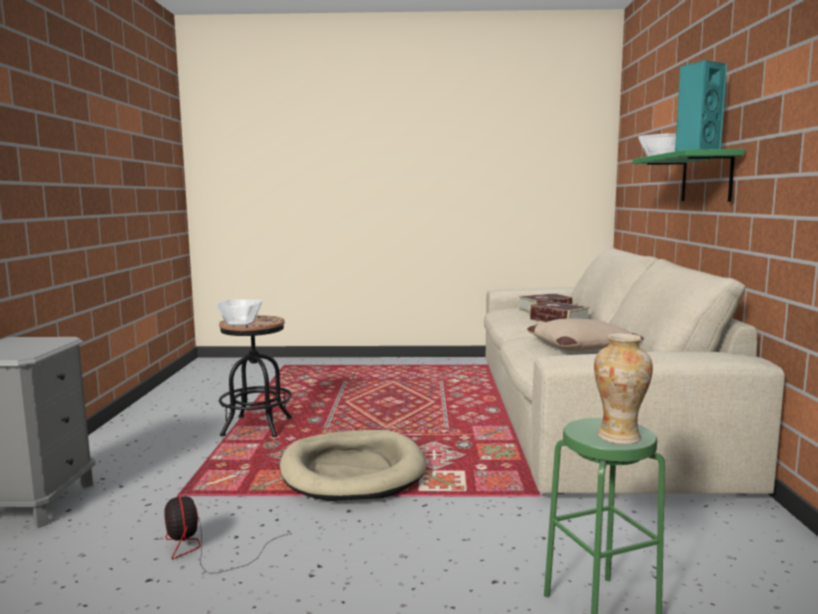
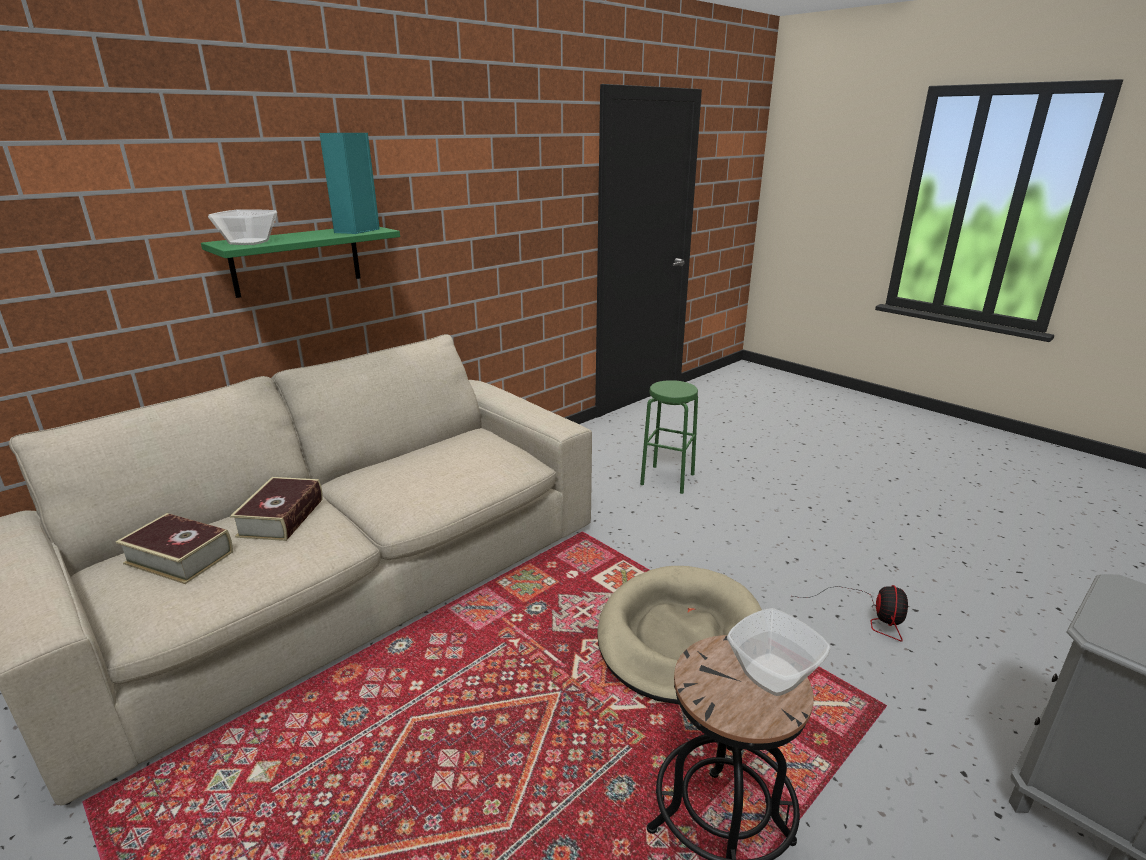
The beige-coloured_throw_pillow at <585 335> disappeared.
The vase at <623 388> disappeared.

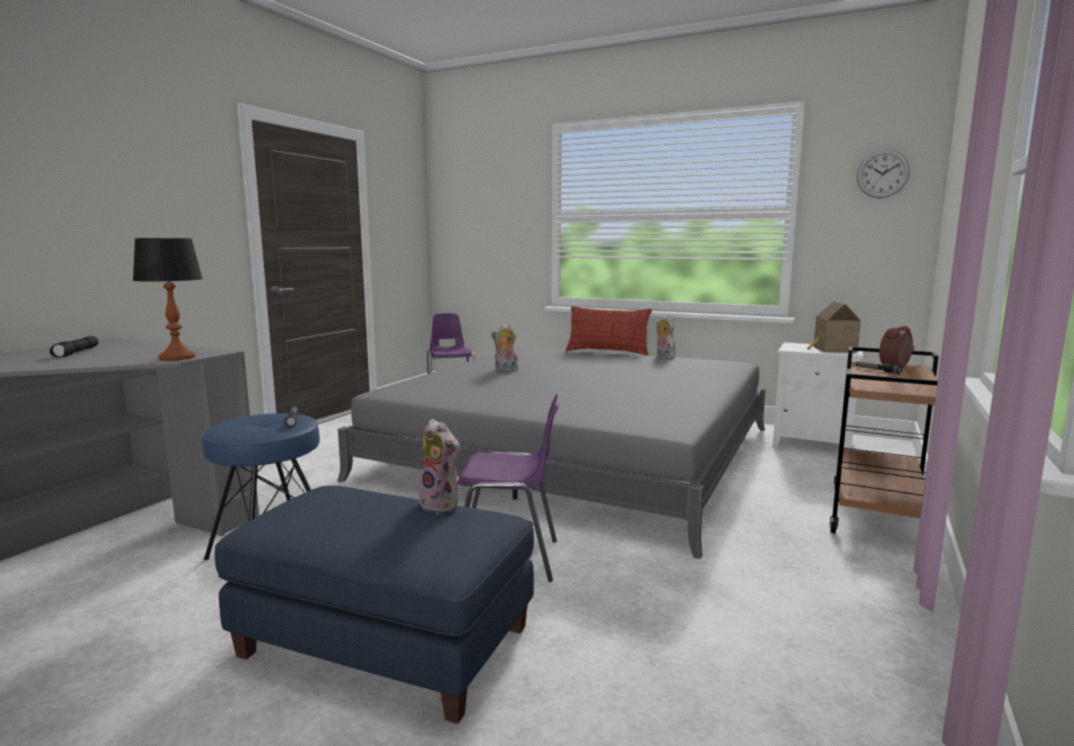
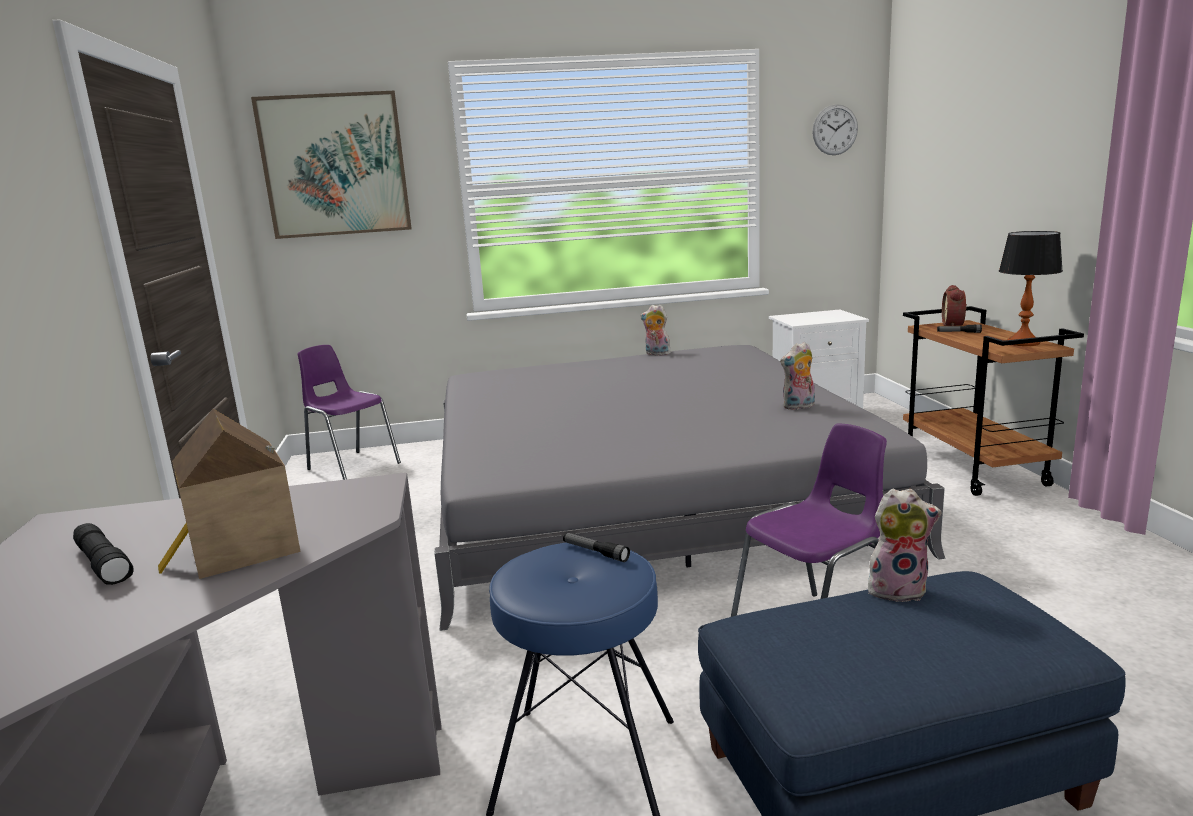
The lamp_for_a_table moved from <168 299> to <1031 288>.
The toy_house moved from <833 327> to <229 494>.
The throw_pillow at <609 330> disappeared.
The soft_toy moved from <505 347> to <797 376>.
The wall_picture at <331 165> appeared.

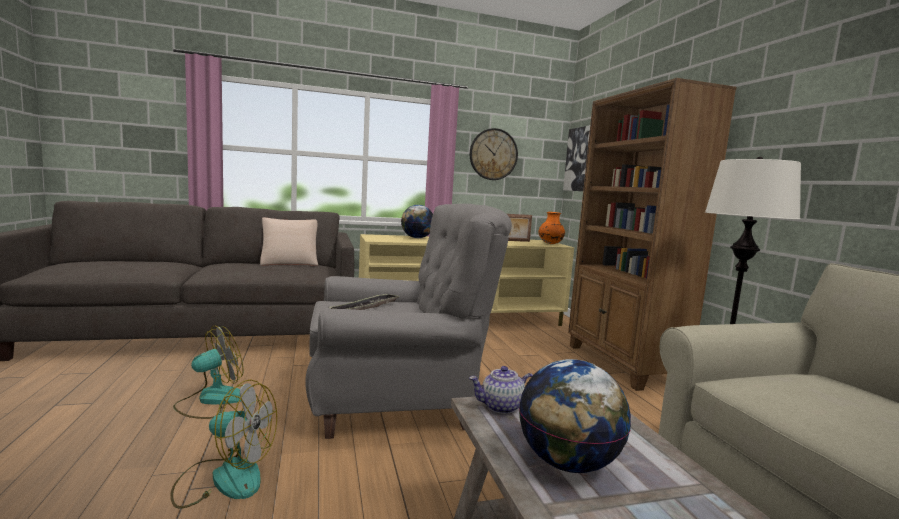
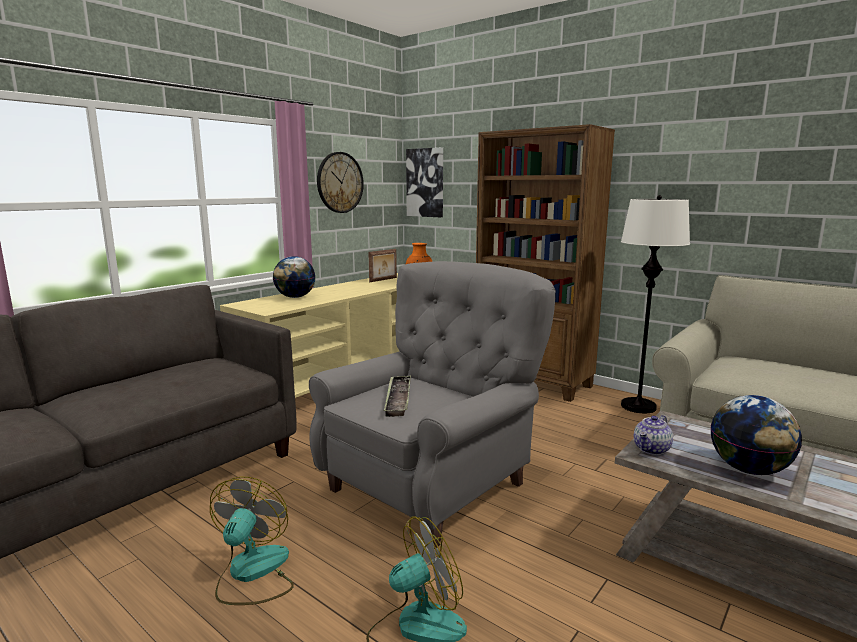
The beige-coloured_throw_pillow at <289 242> disappeared.

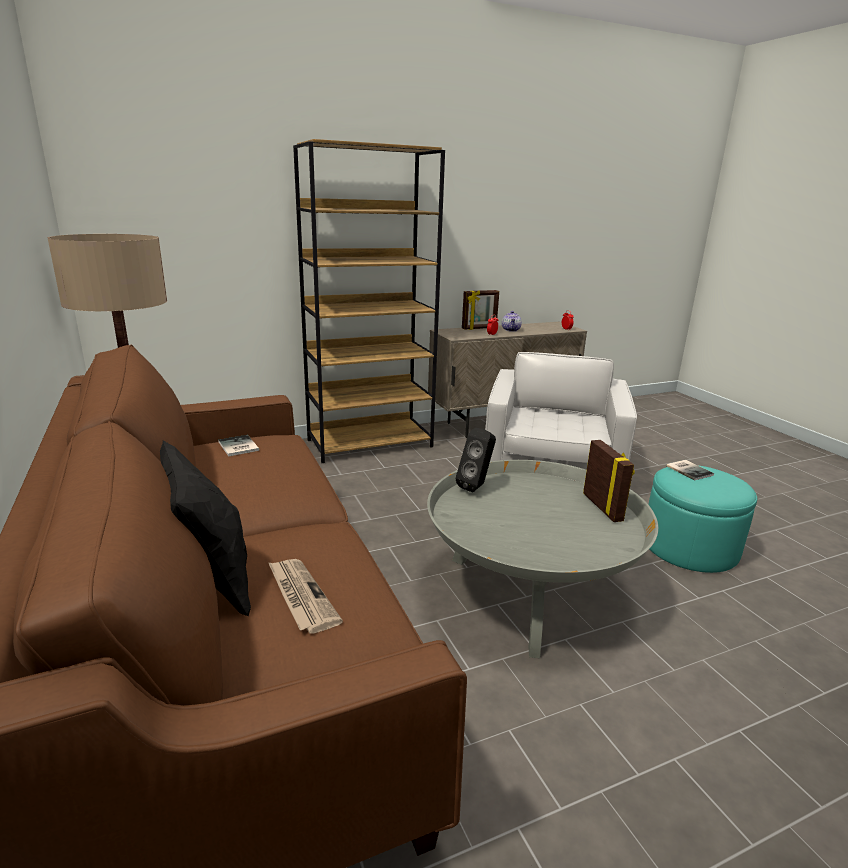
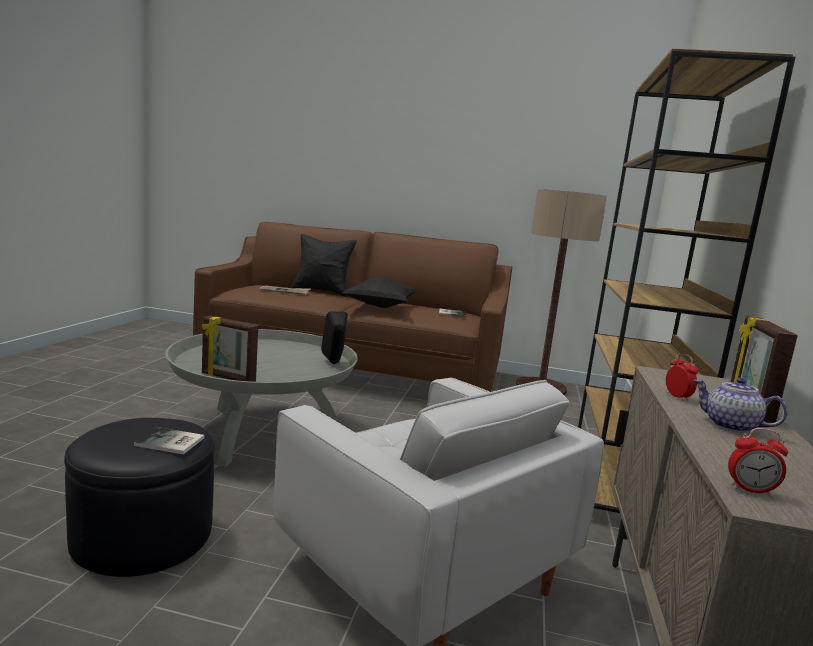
The turquoise-coloured_ottoman at <702 519> became the blackish_ottoman at <139 497>.
The blackish_throw_pillow at <379 292> appeared.

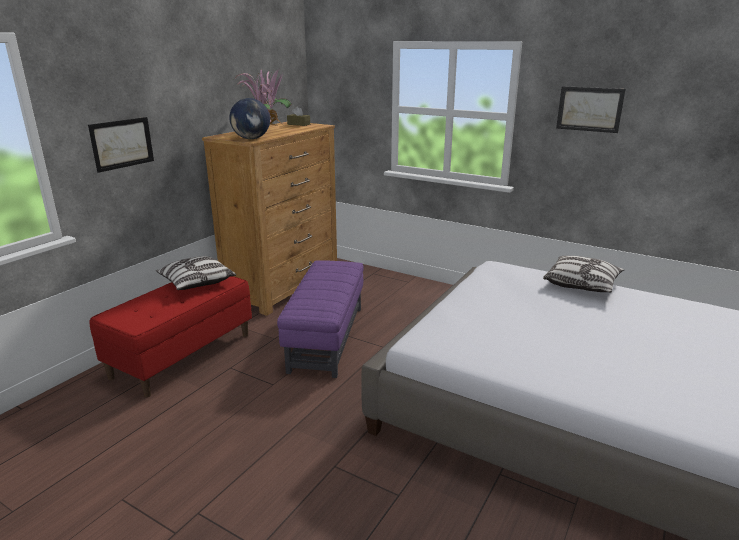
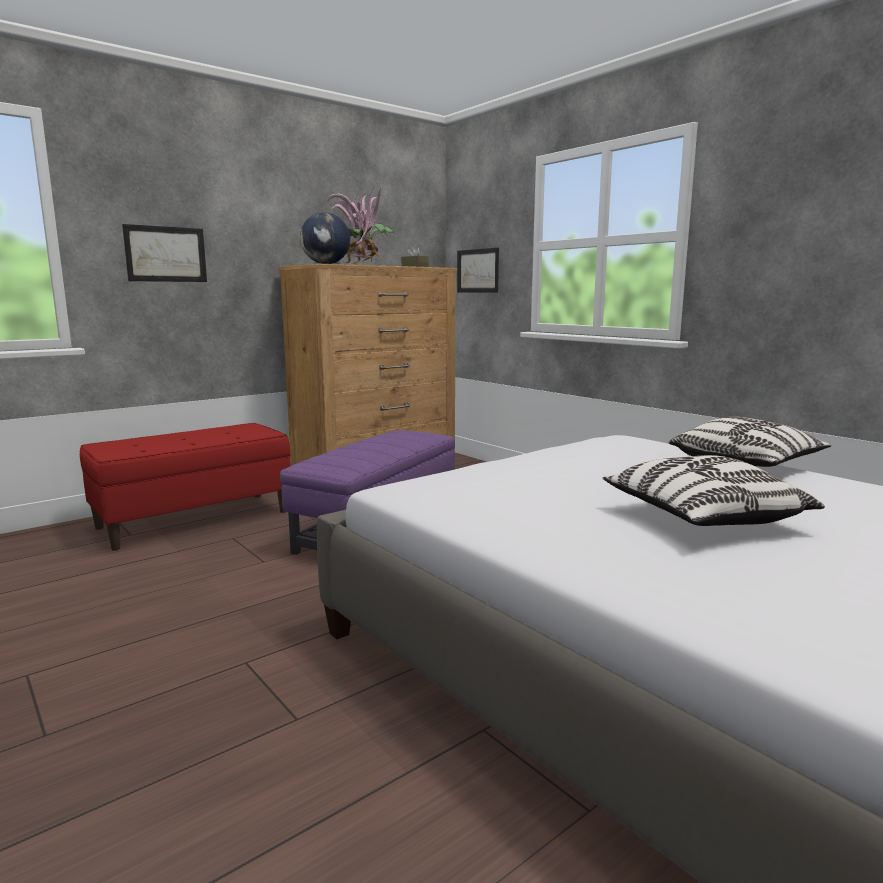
The wall_picture moved from <591 109> to <478 270>.
The throw_pillow moved from <196 273> to <714 490>.

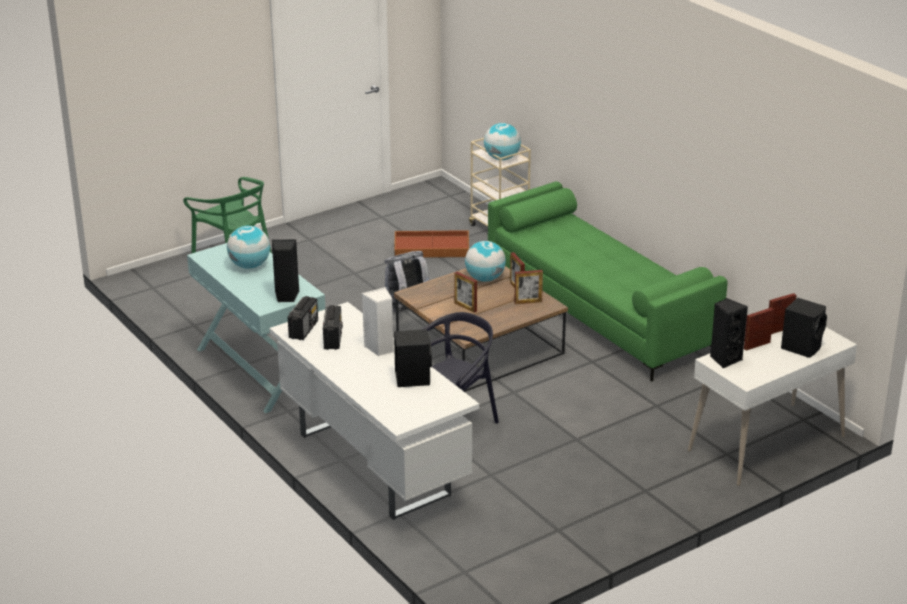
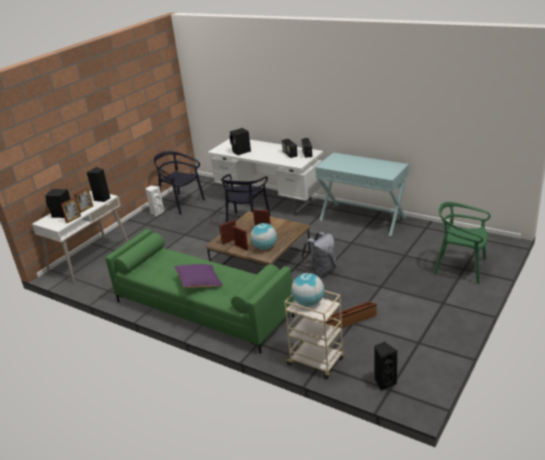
The world_globe at <248 247> disappeared.
The blackish_loudspeaker moved from <285 270> to <385 366>.
The white-coloured_loudspeaker moved from <378 322> to <155 200>.
The blackish_plain_chair at <179 183> appeared.
The purple_throw_pillow at <198 276> appeared.

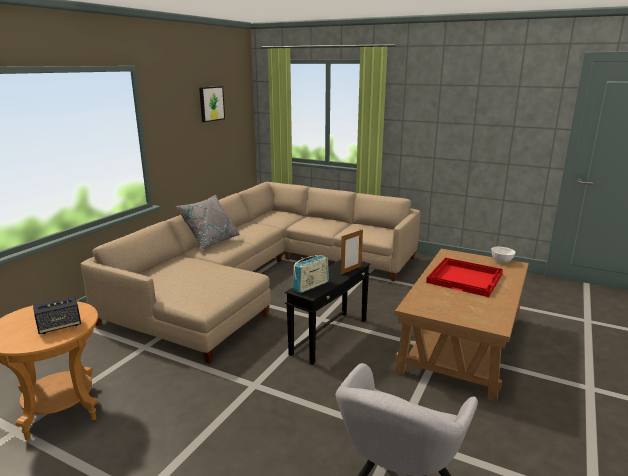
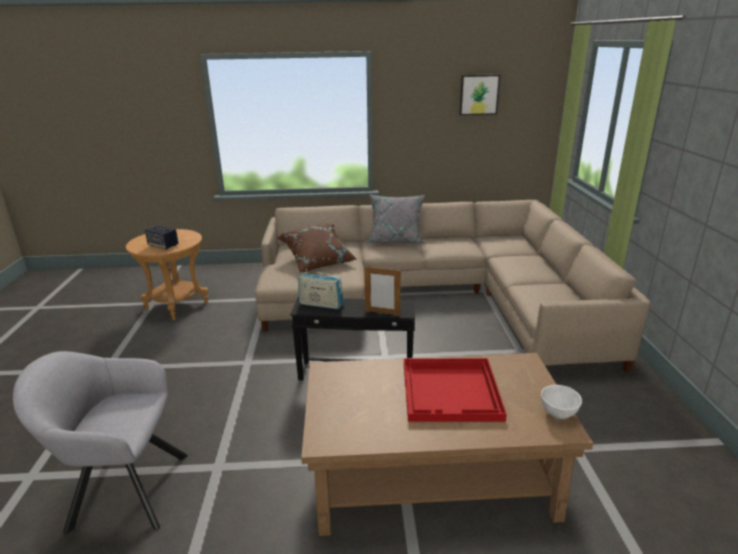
The brownish_throw_pillow at <317 248> appeared.

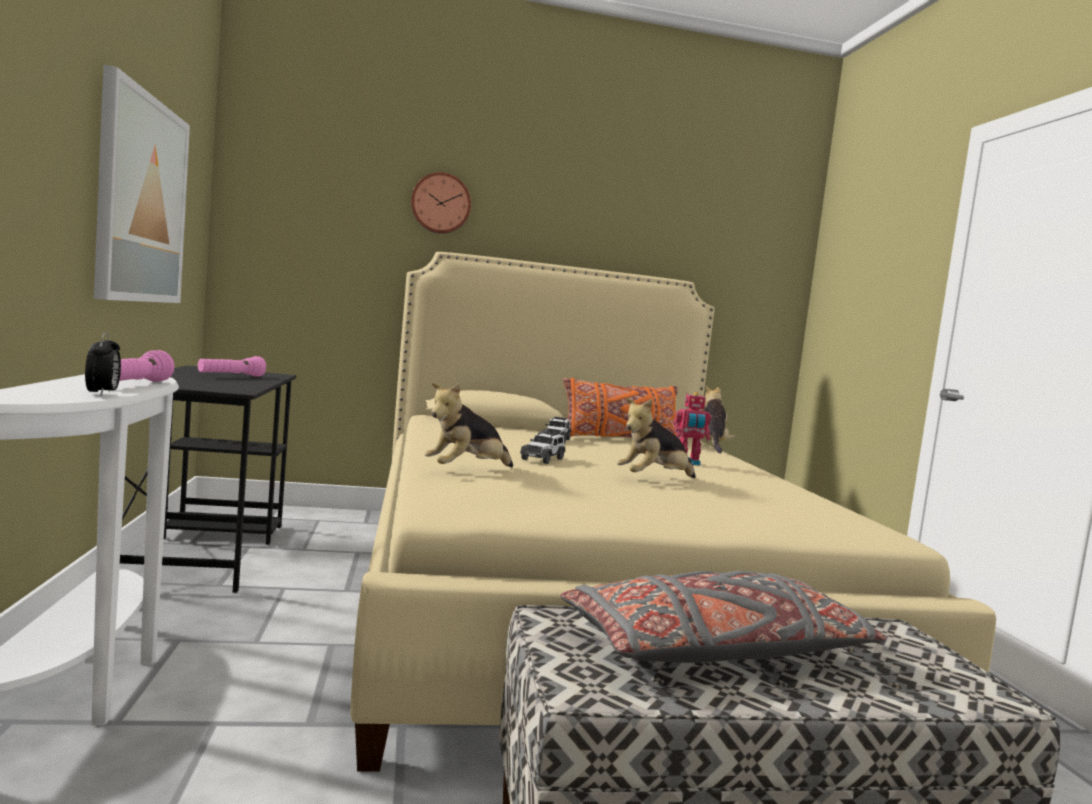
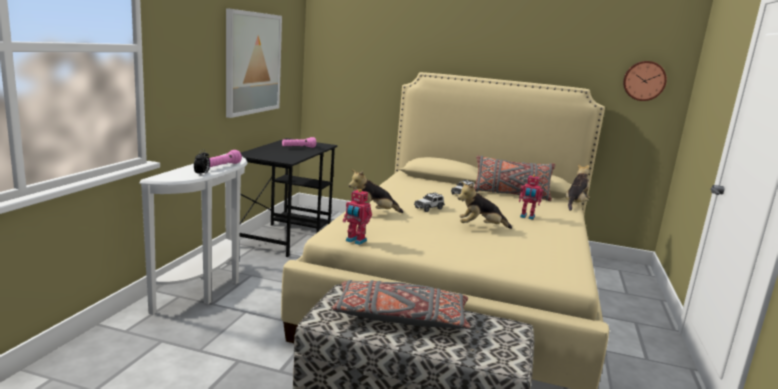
The wall_clock moved from <441 203> to <645 81>.
The orangey_throw_pillow at <621 409> became the gray_throw_pillow at <514 178>.
The toy_robot at <357 217> appeared.

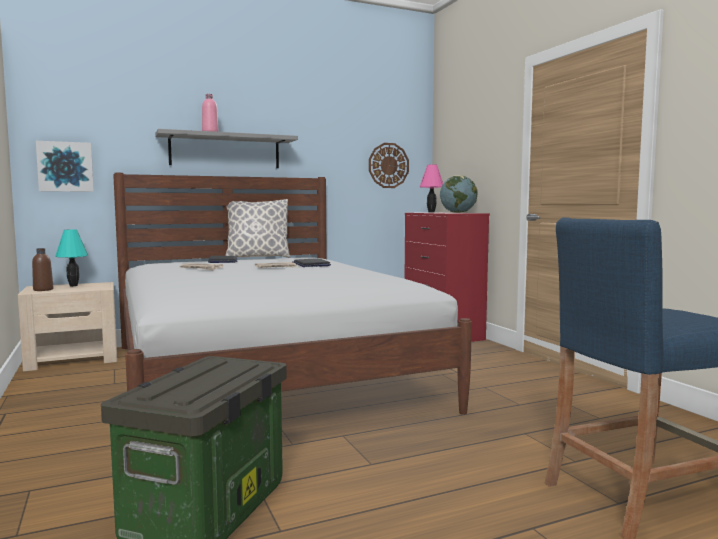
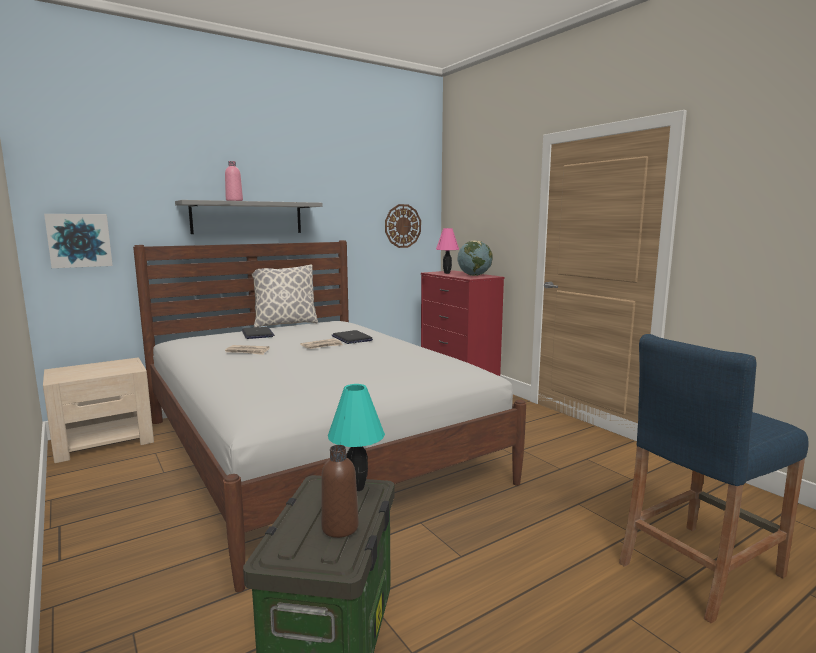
The turquoise-coloured_lamp_for_a_table moved from <71 257> to <356 437>.
The brownish_bottle moved from <42 269> to <340 491>.

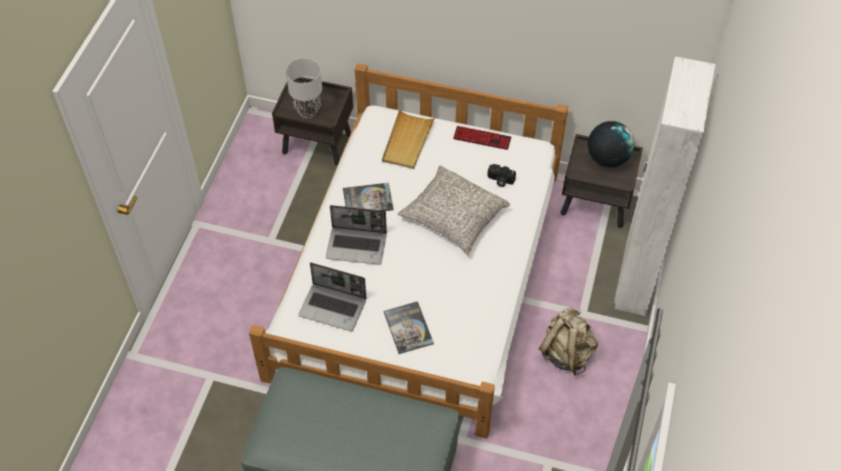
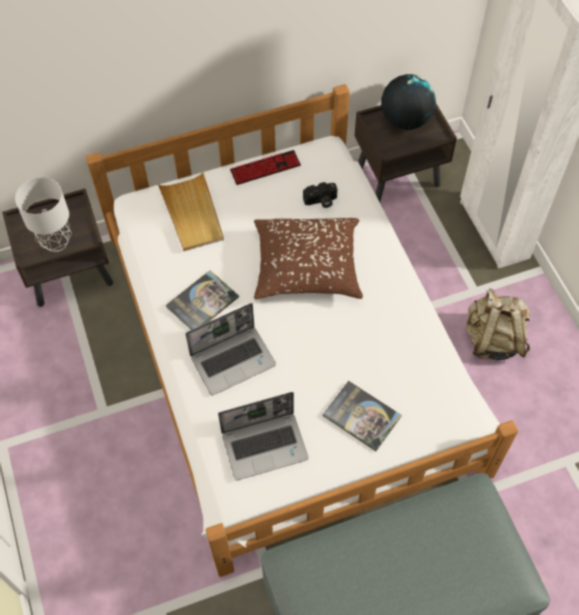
The gray_throw_pillow at <454 210> became the brownish_throw_pillow at <308 258>.

